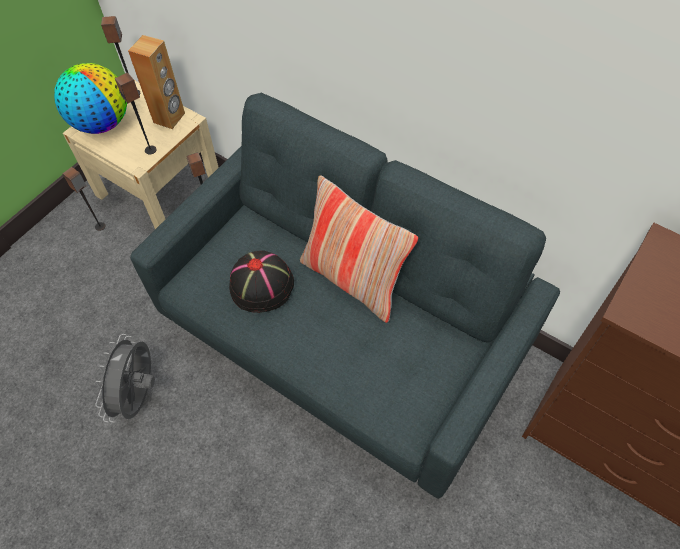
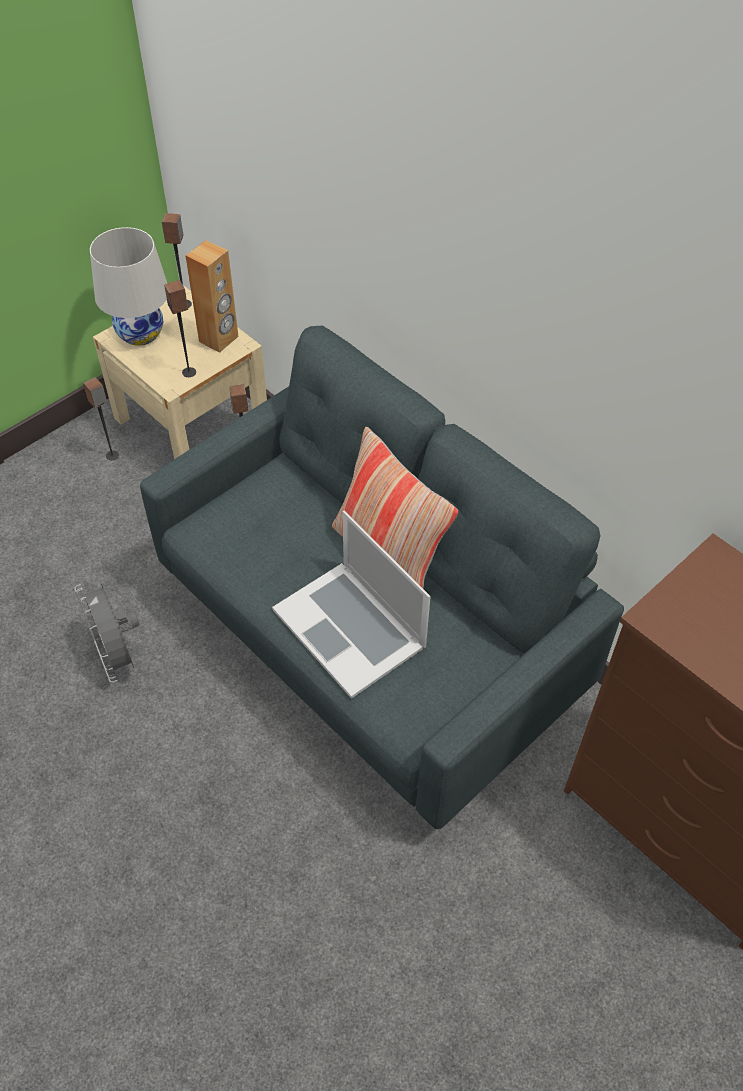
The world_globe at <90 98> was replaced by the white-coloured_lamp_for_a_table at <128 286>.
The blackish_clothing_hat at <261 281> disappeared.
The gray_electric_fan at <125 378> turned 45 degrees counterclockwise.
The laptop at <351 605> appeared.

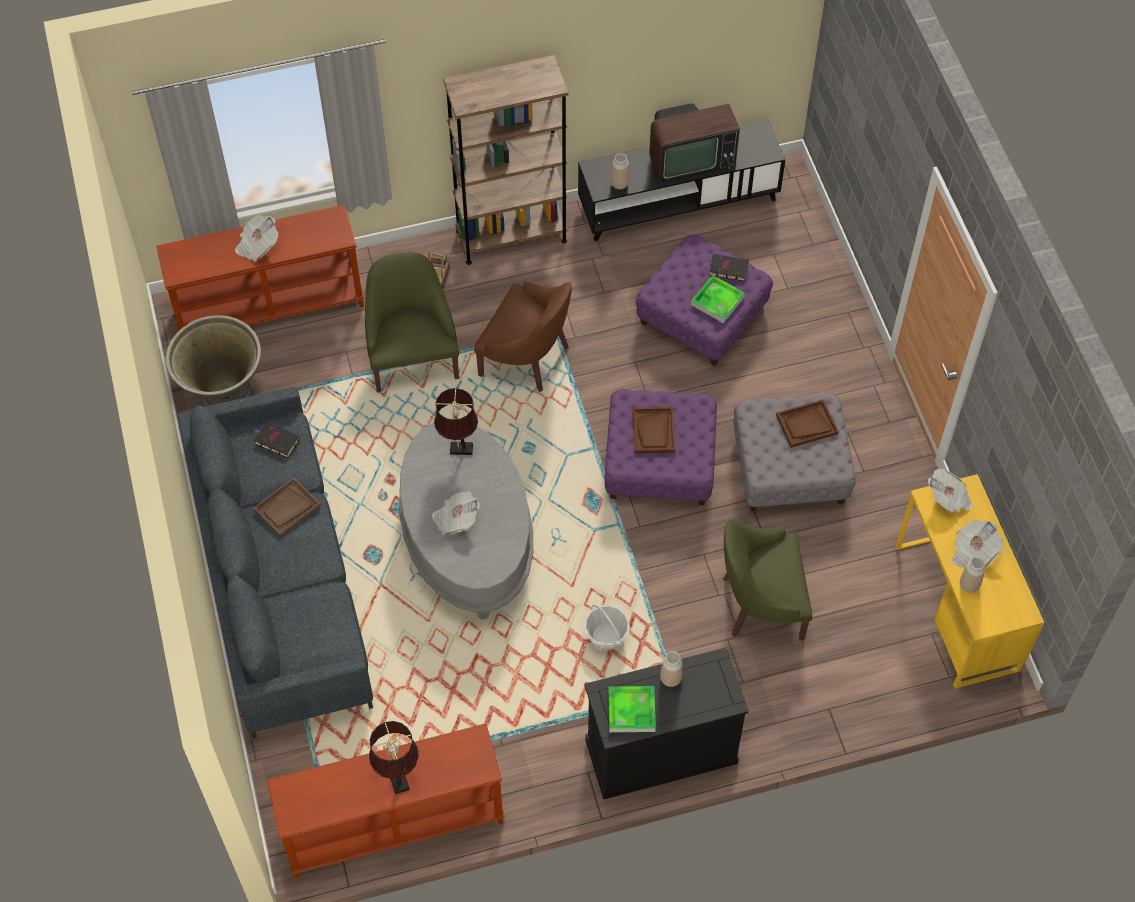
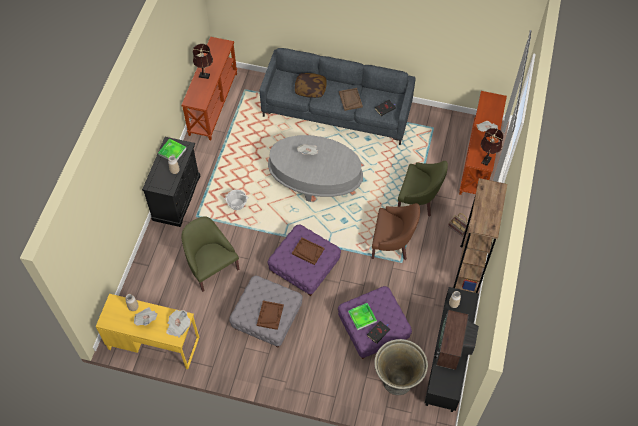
The brownish_lounge_chair at <523 336> turned 135 degrees counterclockwise.
The gray_planter moved from <213 361> to <401 367>.
The brownish_lamp_for_a_table moved from <456 421> to <492 147>.
The green-coloured_lounge_chair at <767 580> turned 60 degrees counterclockwise.
The throw_pillow at <311 85> appeared.

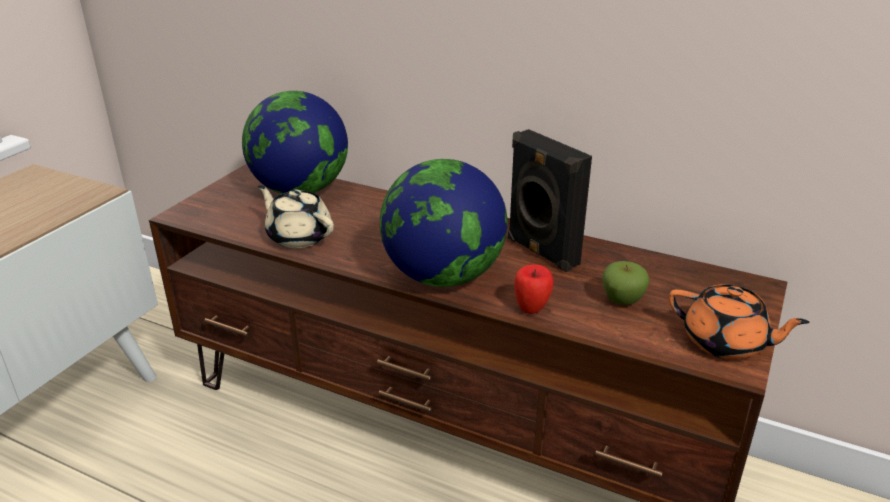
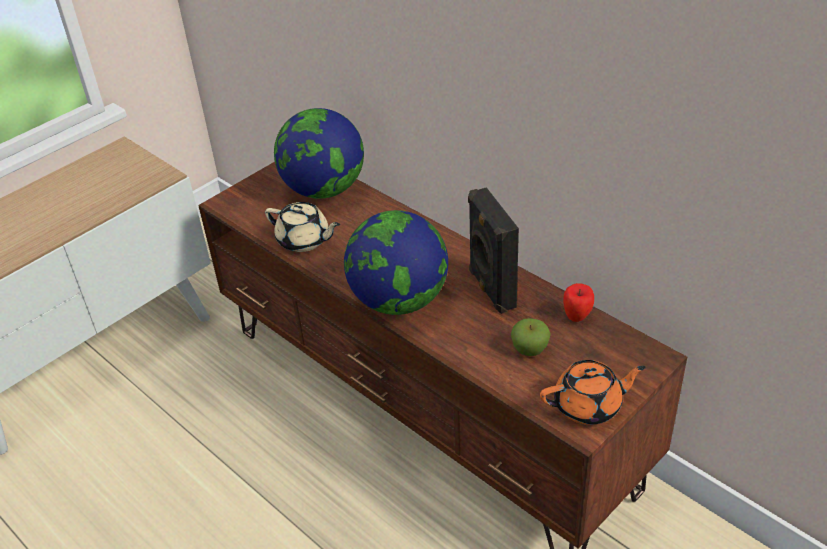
The beige-coloured_teapot at <296 216> turned 150 degrees clockwise.
The apple_fruit moved from <534 289> to <578 302>.
The orangey_teapot at <739 321> turned 60 degrees counterclockwise.

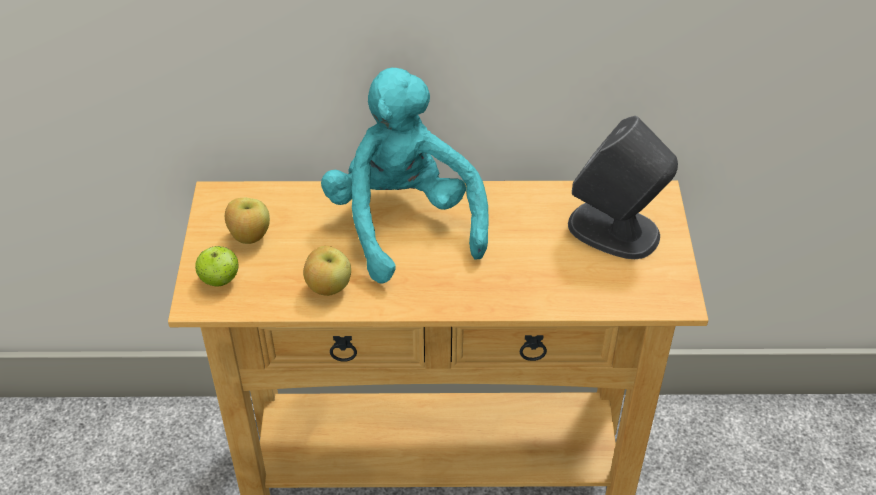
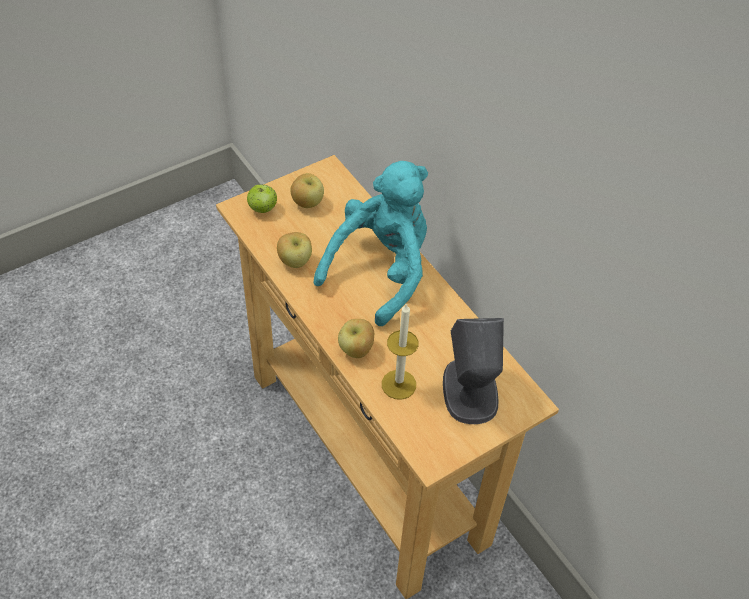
The wax_candle at <400 351> appeared.
The apple_fruit at <356 338> appeared.

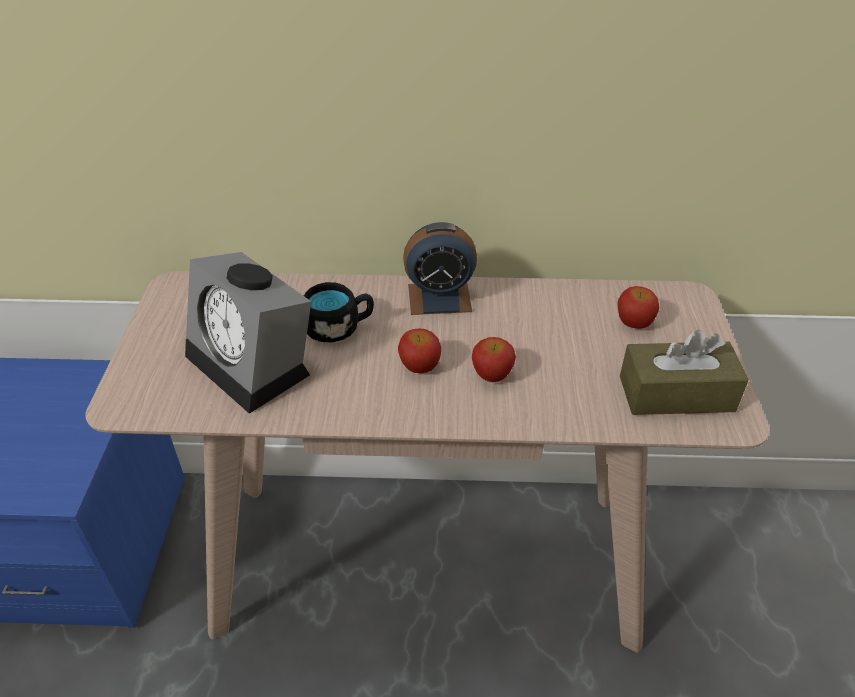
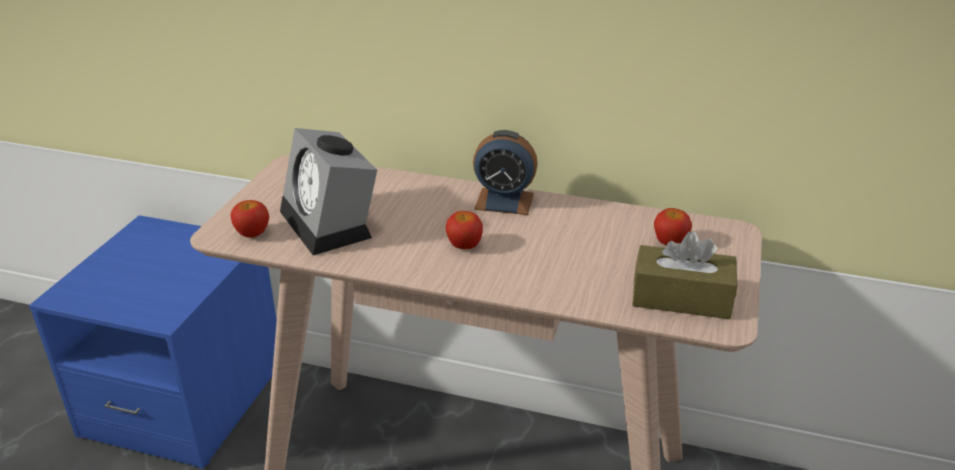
The blackish_coffee_mug at <339 312> disappeared.
The apple_fruit moved from <494 359> to <249 219>.

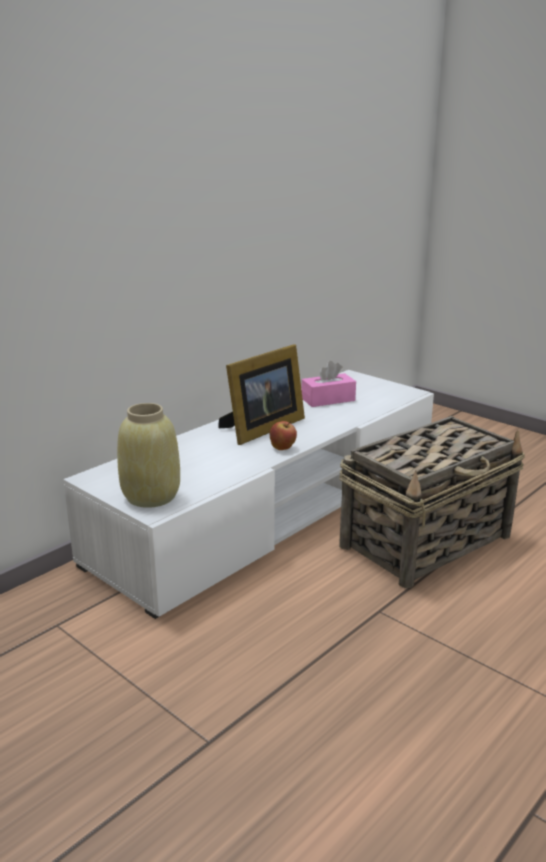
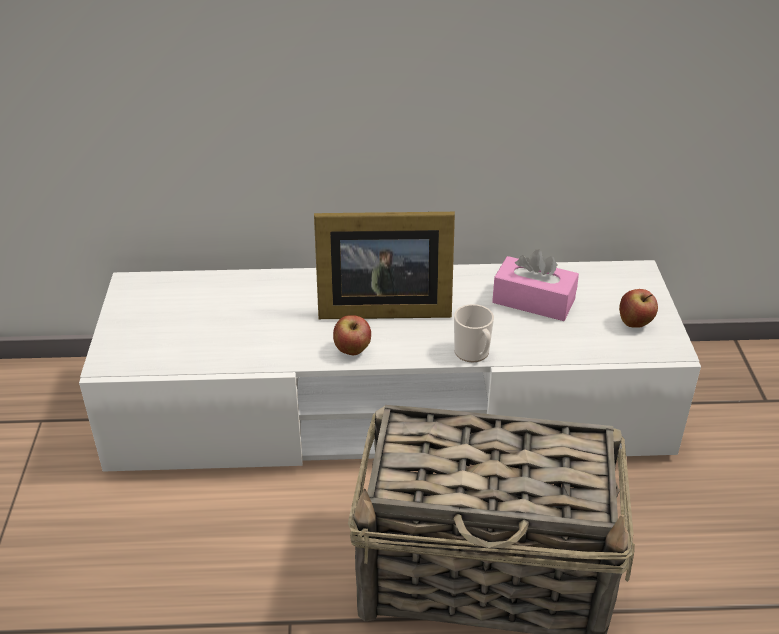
The beige-coloured_vase at <148 455> disappeared.
The apple_fruit at <638 308> appeared.
The coffee_mug at <474 333> appeared.

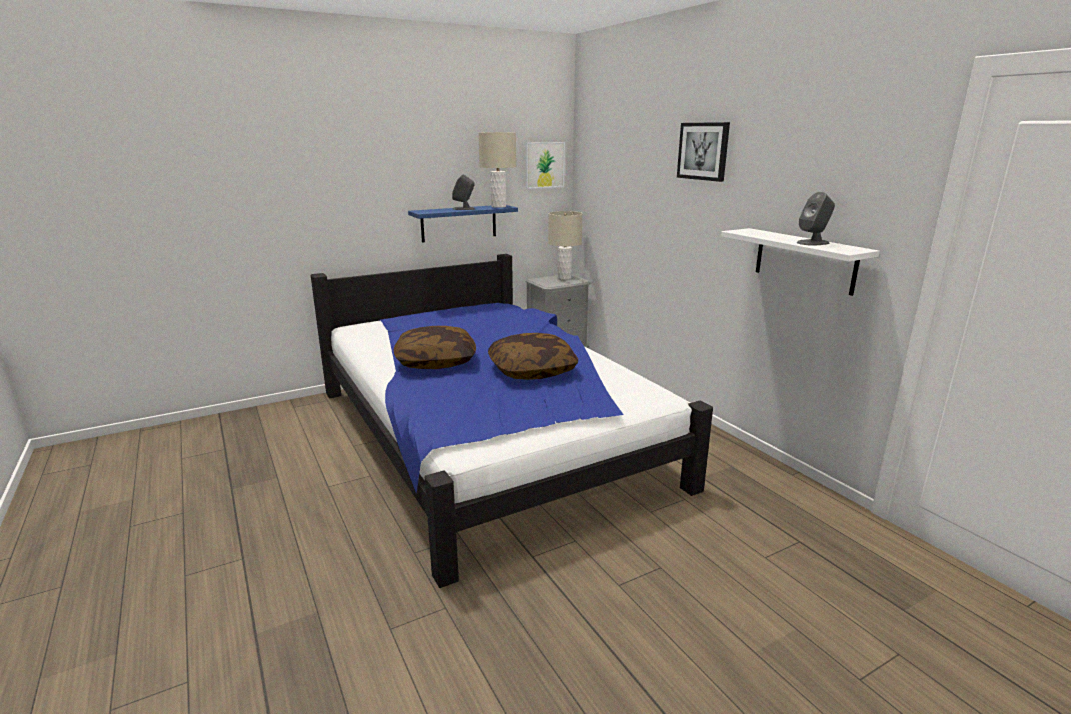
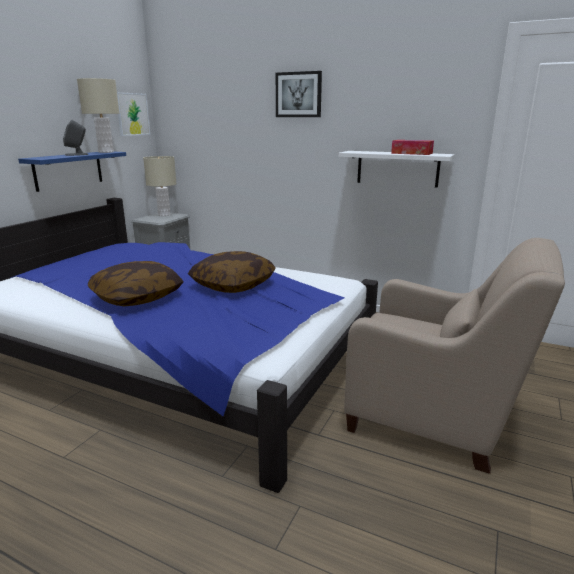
The gray_loudspeaker at <816 219> was replaced by the tissue_box at <412 147>.
The beige-coloured_lounge_chair at <454 356> appeared.

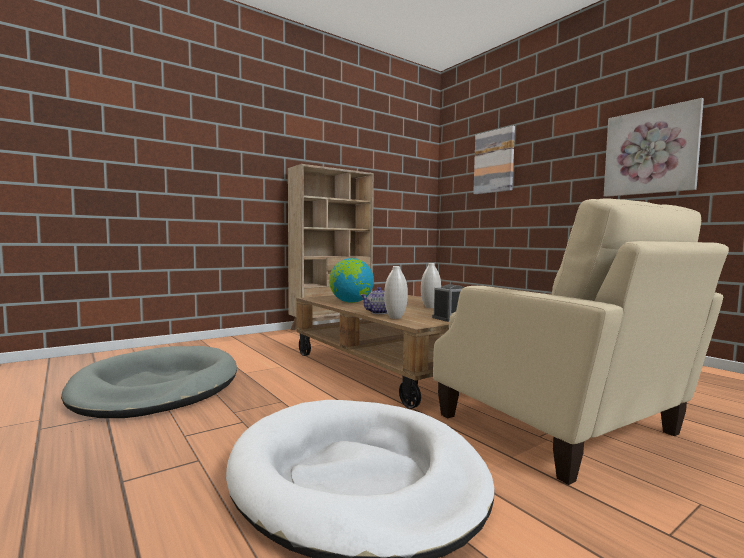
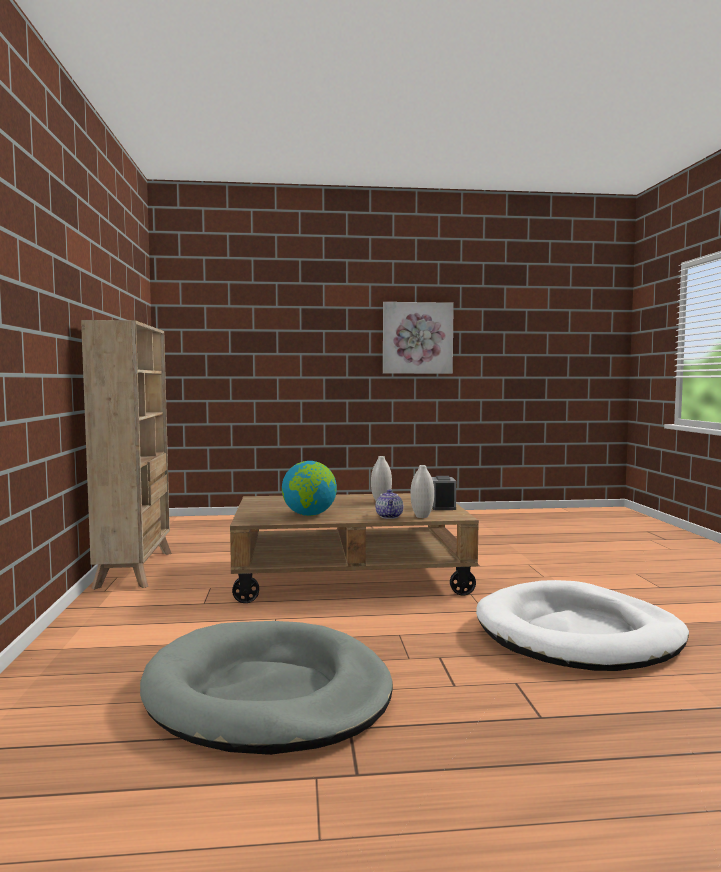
The wall_picture at <494 160> disappeared.
The beige-coloured_lounge_chair at <581 341> disappeared.

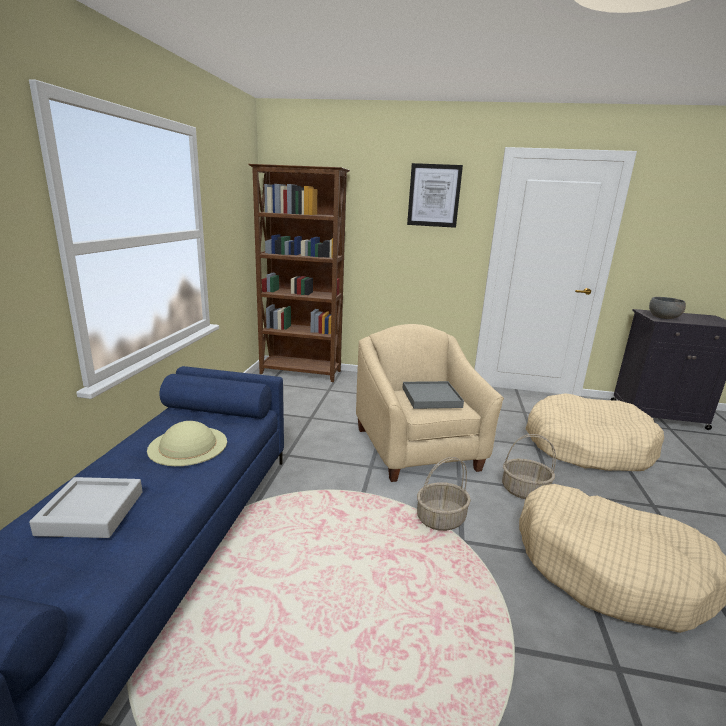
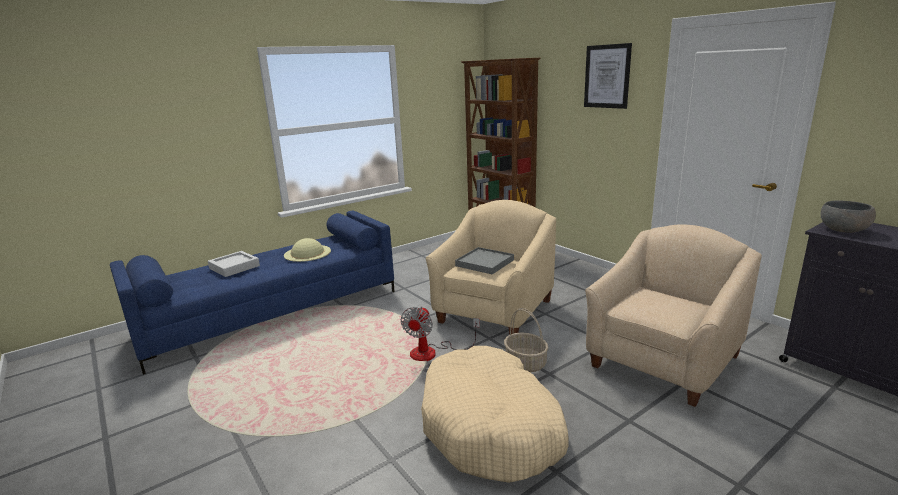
The beige-coloured_dog_cushion at <594 432> was replaced by the beige-coloured_lounge_chair at <673 315>.
The household_basket at <444 494> was replaced by the electric_fan at <440 333>.

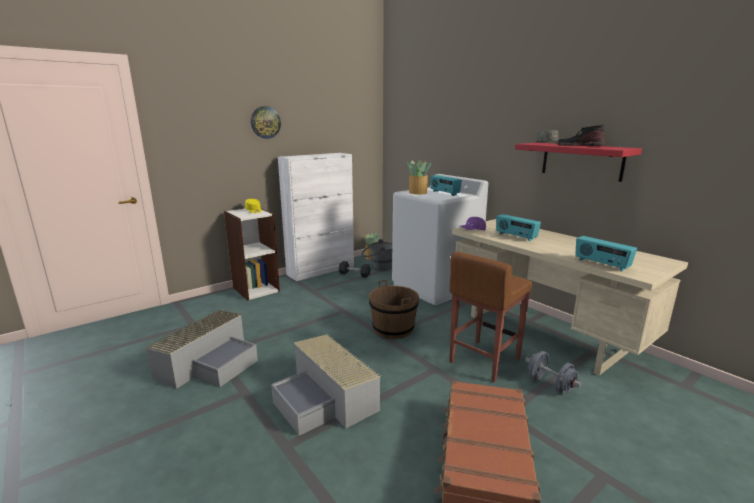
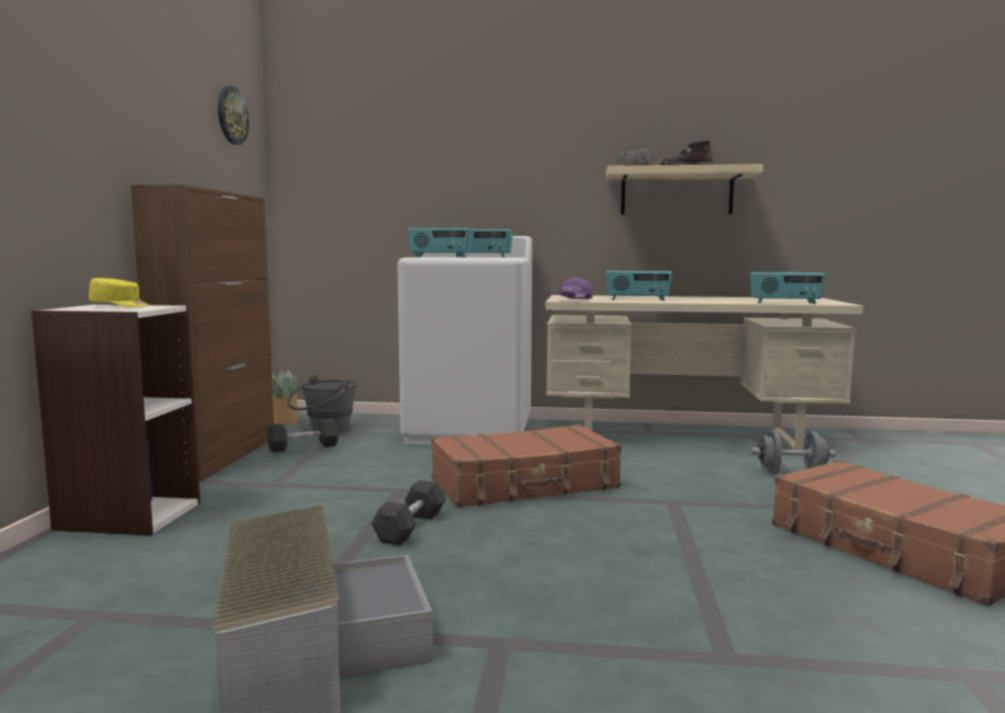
The wall_clock moved from <266 122> to <233 115>.
The red-coloured_shelf at <578 162> became the beige-coloured_shelf at <684 189>.
The white-coloured_storage_cabinet at <316 217> became the brownish_storage_cabinet at <202 333>.
The houseplant at <419 177> was replaced by the radio_set at <441 243>.
The brownish_stool at <490 317> disappeared.
The brownish_bucket at <394 309> was replaced by the brownish_piece_of_luggage at <526 466>.
The gray_storage_box at <326 385> disappeared.
The gray_free_weight at <408 512> appeared.

